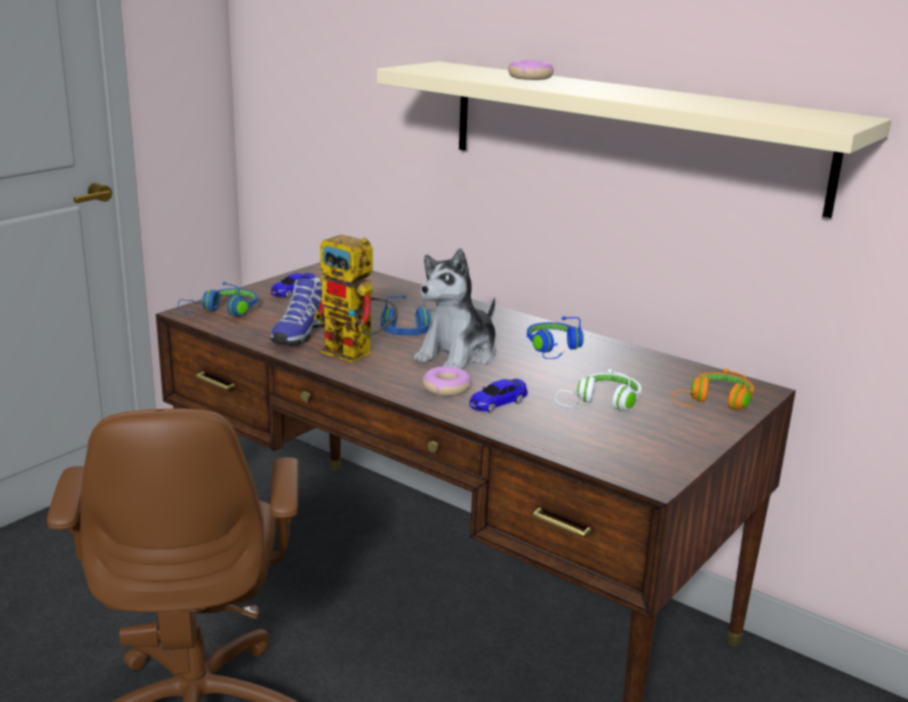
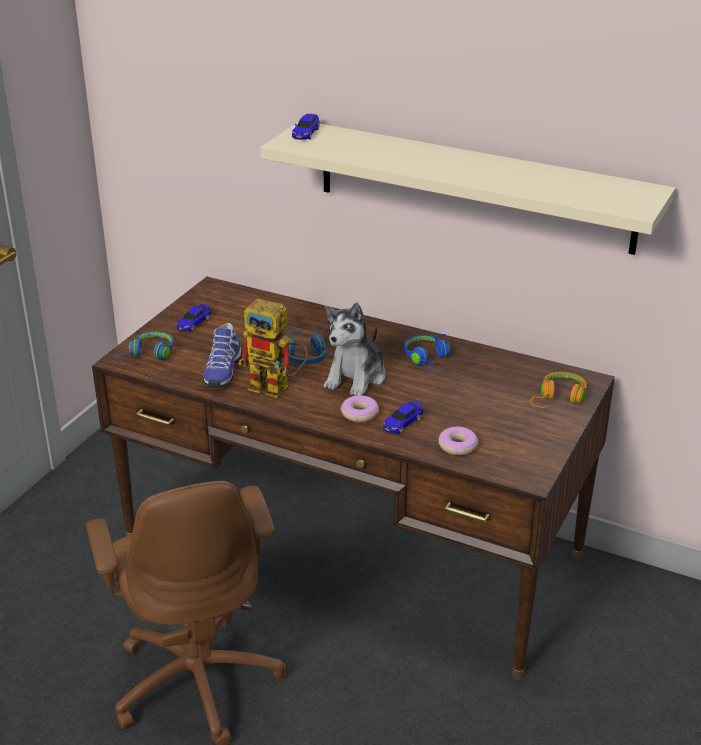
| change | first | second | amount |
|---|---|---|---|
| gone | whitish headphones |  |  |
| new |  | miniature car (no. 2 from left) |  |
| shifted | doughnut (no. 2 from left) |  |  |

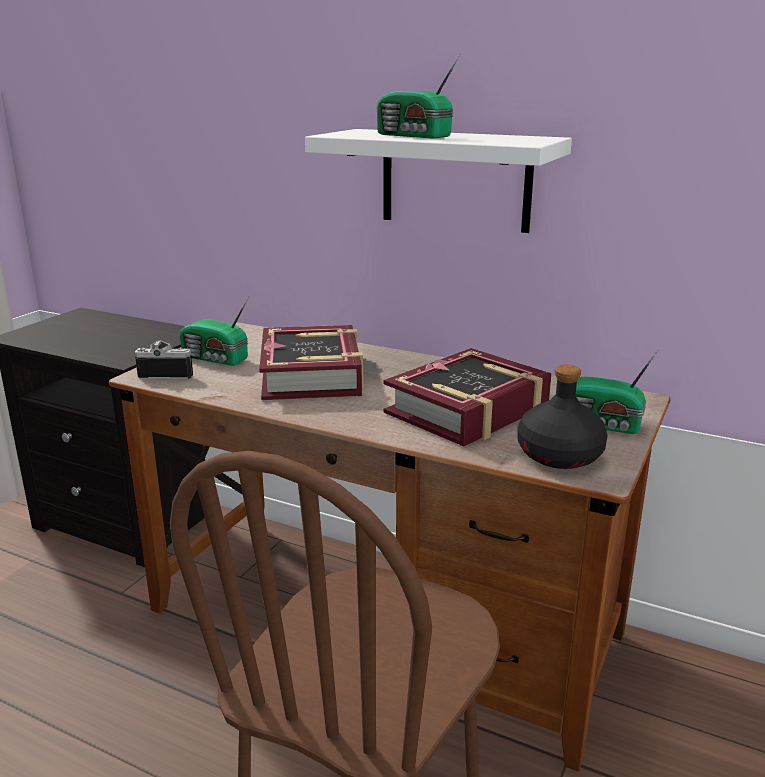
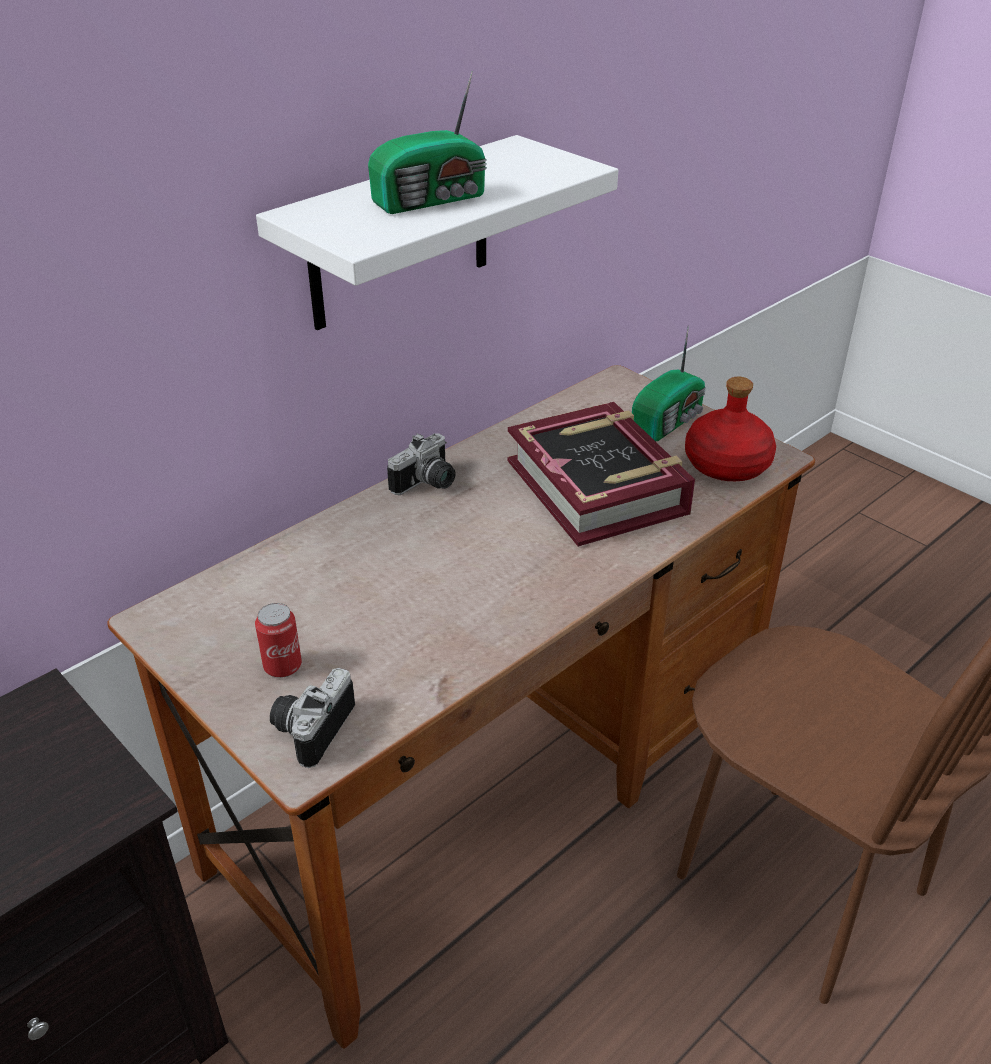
| change | first | second | amount |
|---|---|---|---|
| gone | volume (no. 1 from left) |  |  |
| new |  | photo camera (no. 2 from left) |  |
| swapped | radio (no. 1 from left) | can |  |
| repainted | blackish beverage bottle | red-coloured beverage bottle |  |

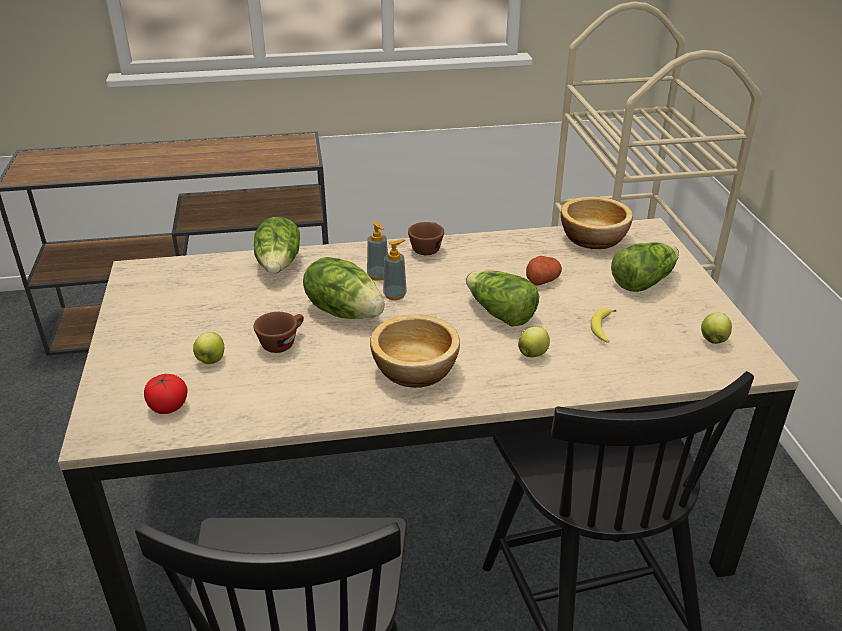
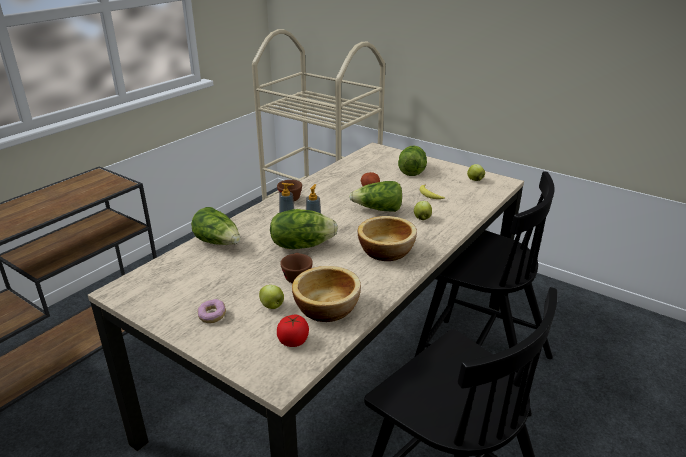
| change | first | second | amount |
|---|---|---|---|
| new |  | doughnut |  |
| shifted | deep dish (no. 2 from left in the first image) | deep dish (no. 1 from left) |  |

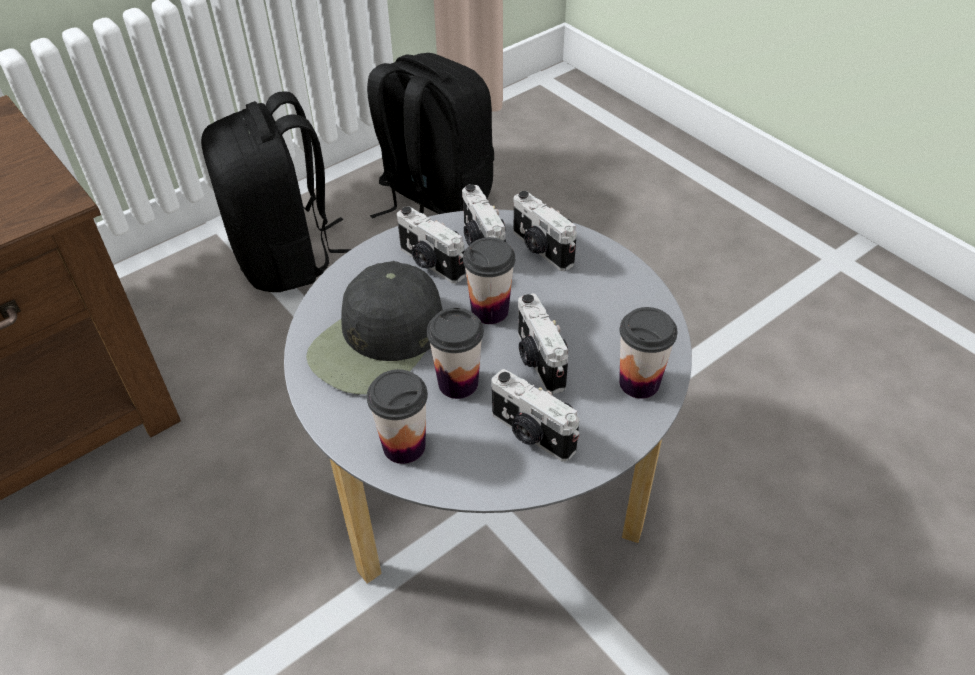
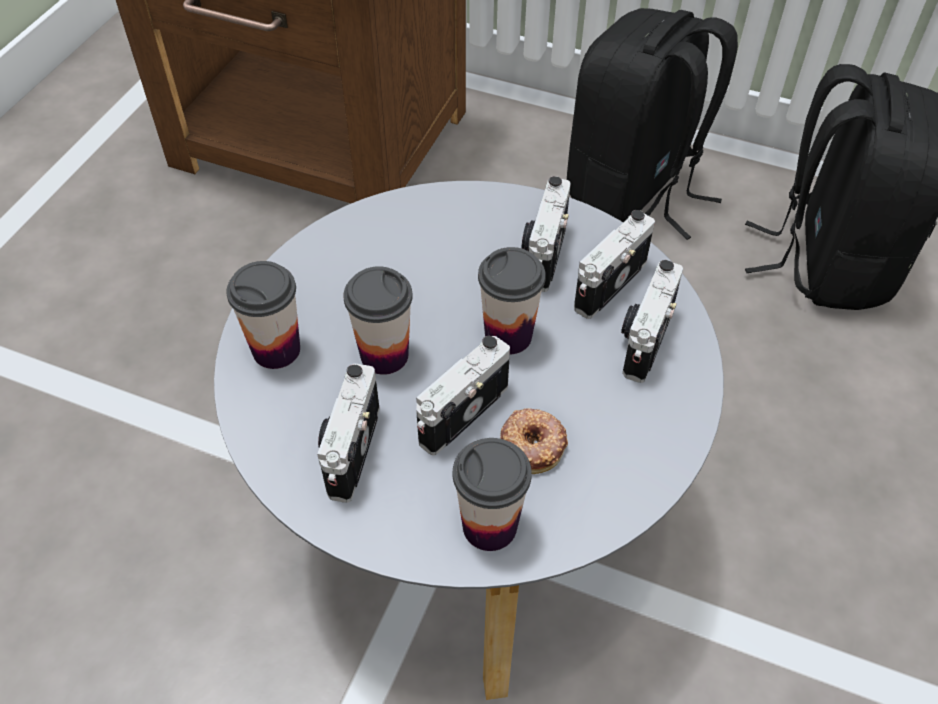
| change | first | second | amount |
|---|---|---|---|
| gone | blackish cap |  |  |
| new |  | doughnut |  |

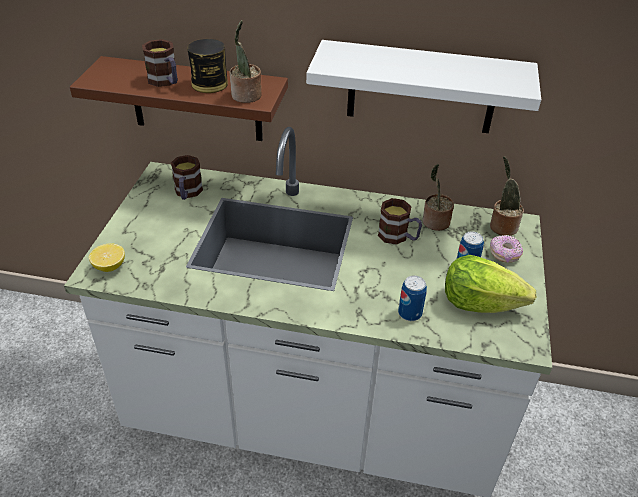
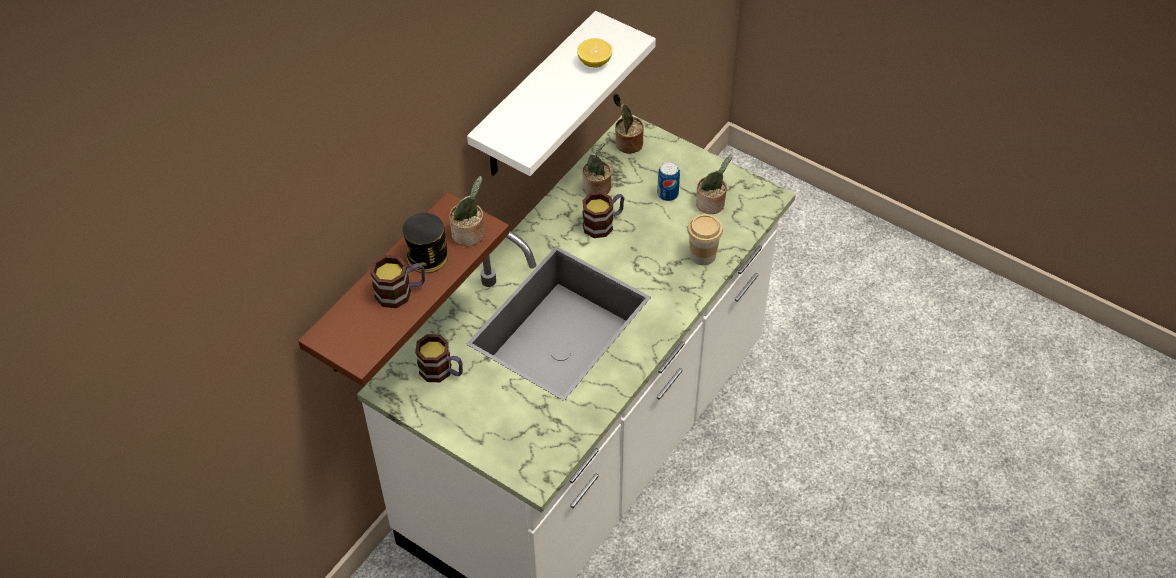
| change | first | second | amount |
|---|---|---|---|
| gone | doughnut |  |  |
| shifted | citrus fruit |  |  |
| swapped | can (no. 2 from left) | drinking cup |  |
| swapped | lettuce | potted plant (no. 4 from left) |  |

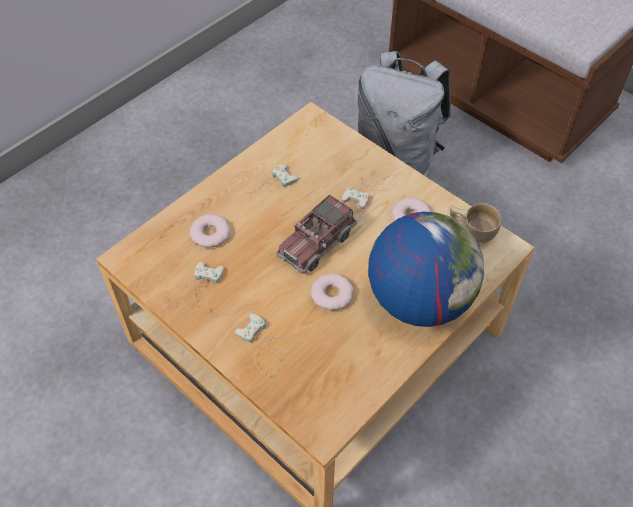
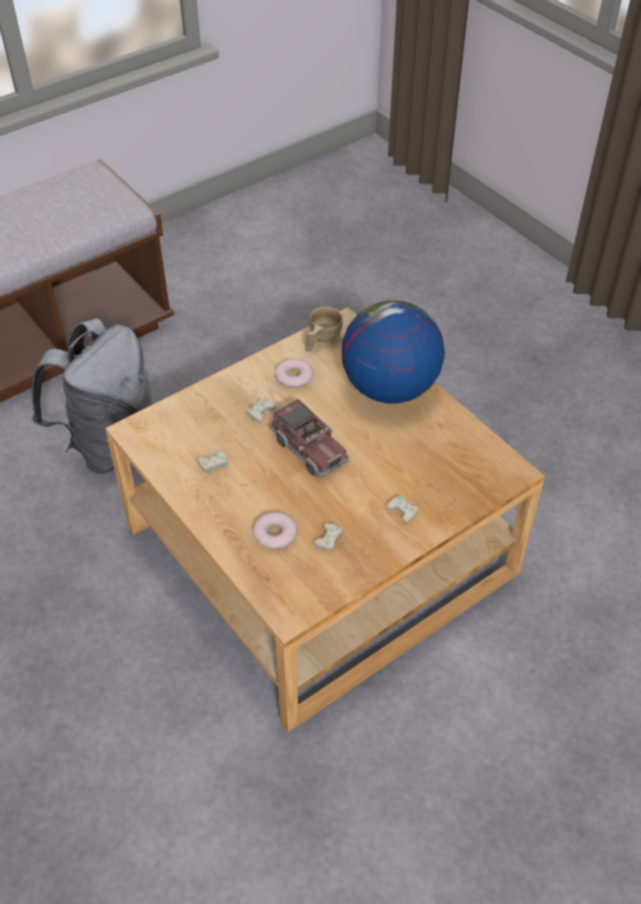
| change | first | second | amount |
|---|---|---|---|
| gone | doughnut (no. 2 from left) |  |  |

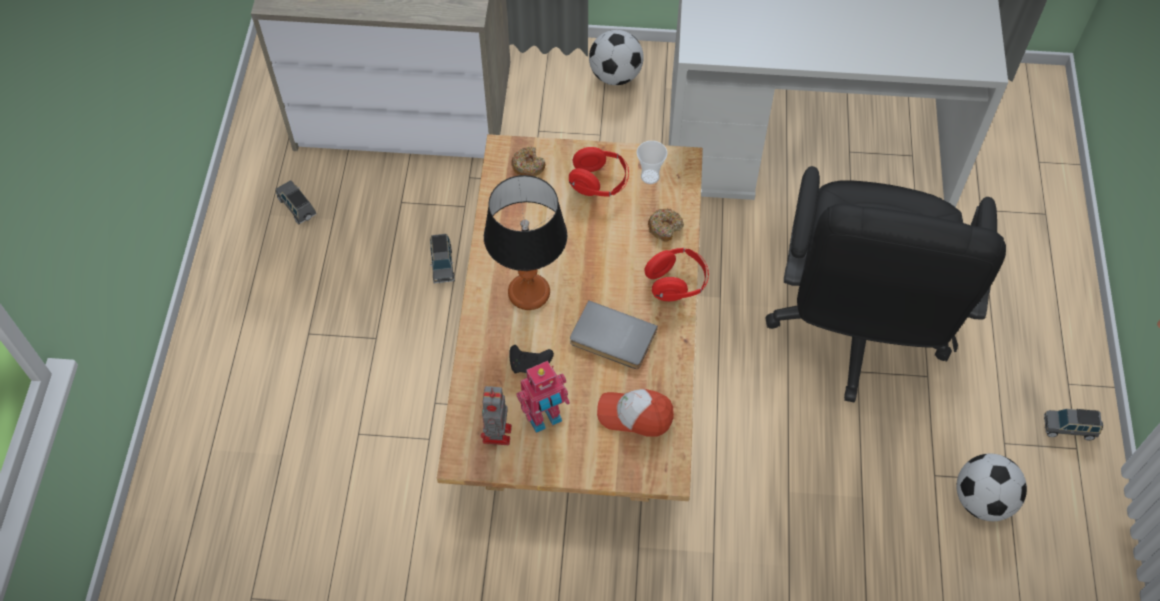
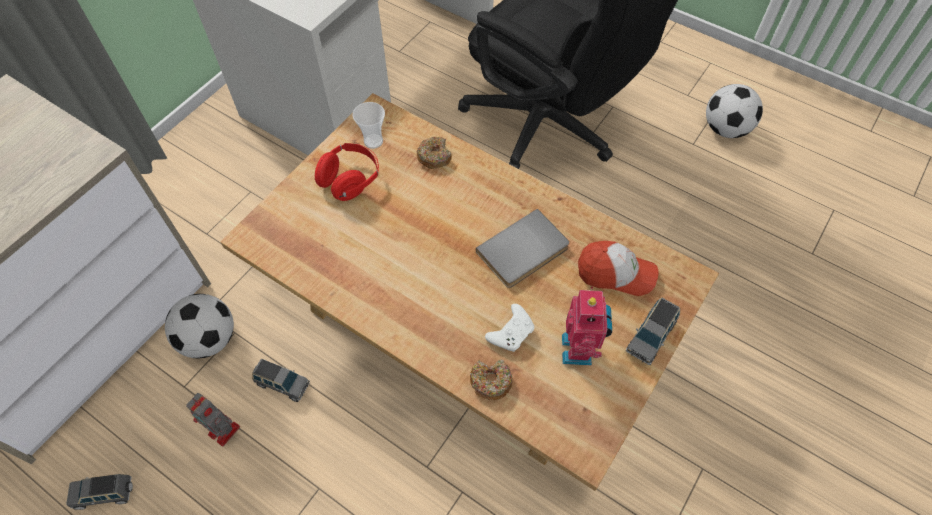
| change | first | second | amount |
|---|---|---|---|
| gone | table lamp |  |  |
| gone | red-coloured headphones (no. 2 from left) |  |  |
| shifted | toy robot (no. 1 from left) |  |  |
| shifted | doughnut (no. 1 from left in the first image) | doughnut (no. 2 from left) |  |
| shifted | football ball (no. 1 from left) |  |  |
| shifted | gray miniature car (no. 3 from left) |  |  |
| repainted | blackish gamepad | whitish gamepad |  |
| rotated | cap |  | 120 degrees counterclockwise |

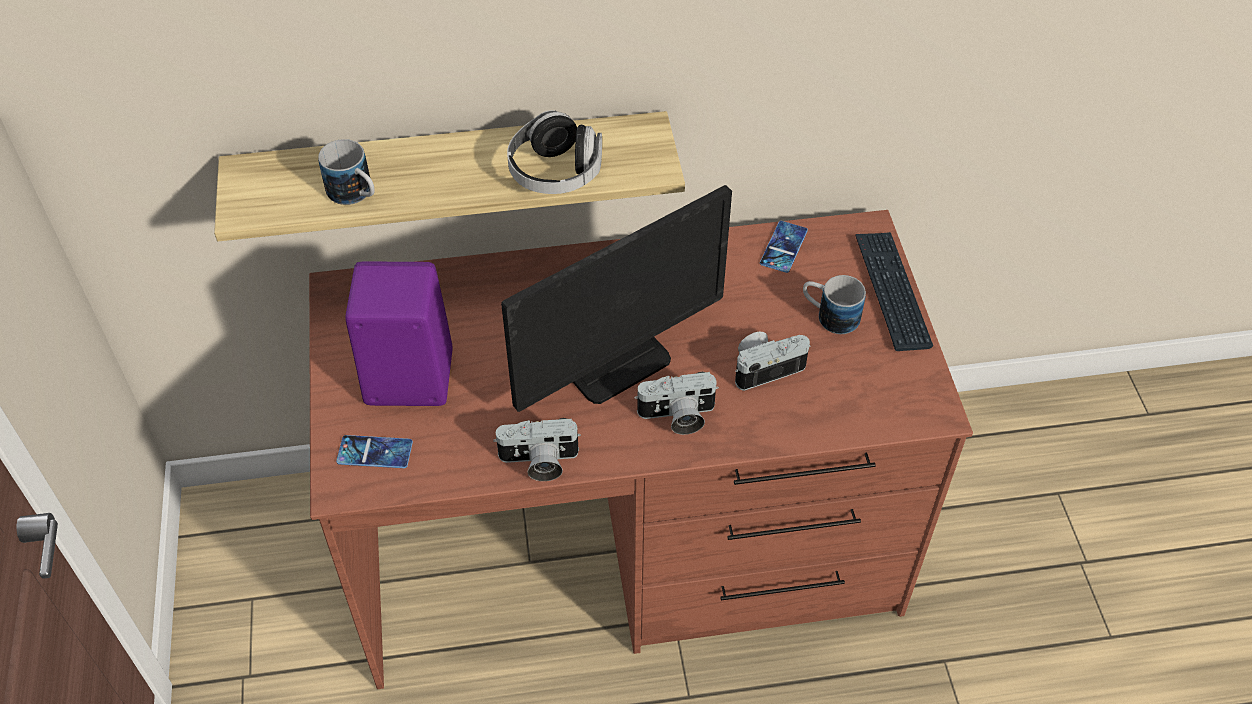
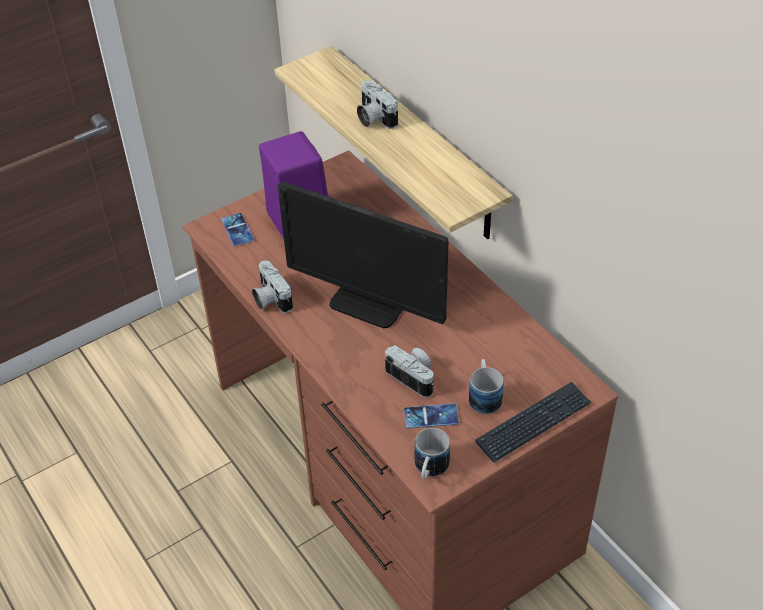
| change | first | second | amount |
|---|---|---|---|
| gone | headphones |  |  |
| shifted | tea mug (no. 1 from left) |  |  |
| shifted | photo camera (no. 2 from left) |  |  |
| shifted | phone (no. 2 from left) |  |  |

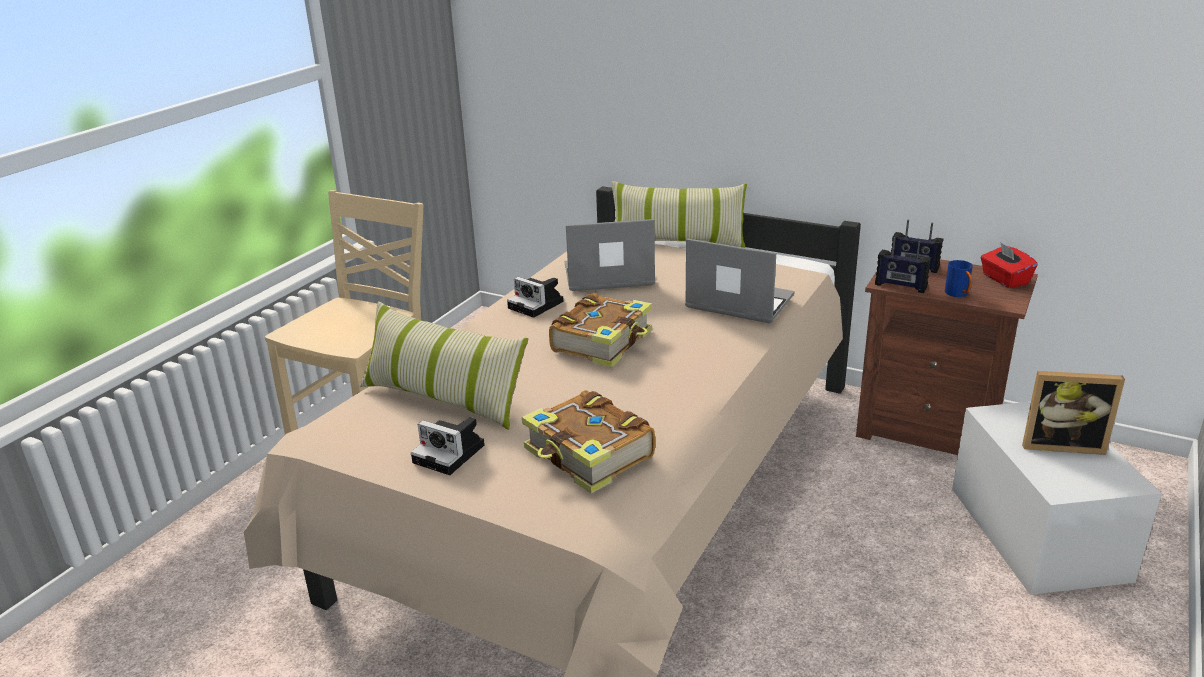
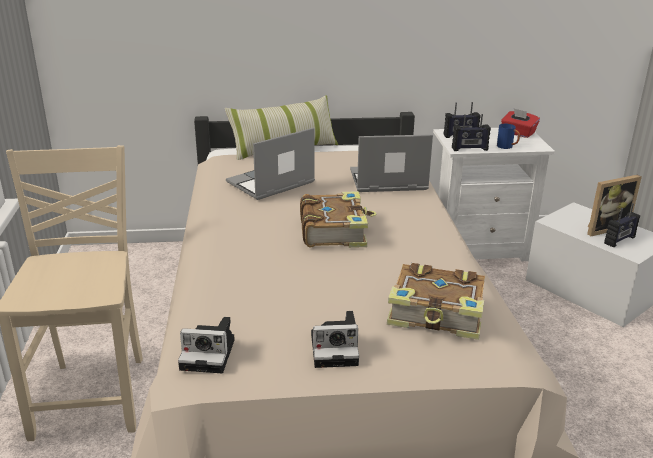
| change | first | second | amount |
|---|---|---|---|
| gone | pillow (no. 1 from left) |  |  |
| new |  | radio (no. 3 from left) |  |
| shifted | photo camera (no. 2 from left in the first image) | photo camera (no. 1 from left) |  |
| repainted | brownish night table | whitish night table |  |

